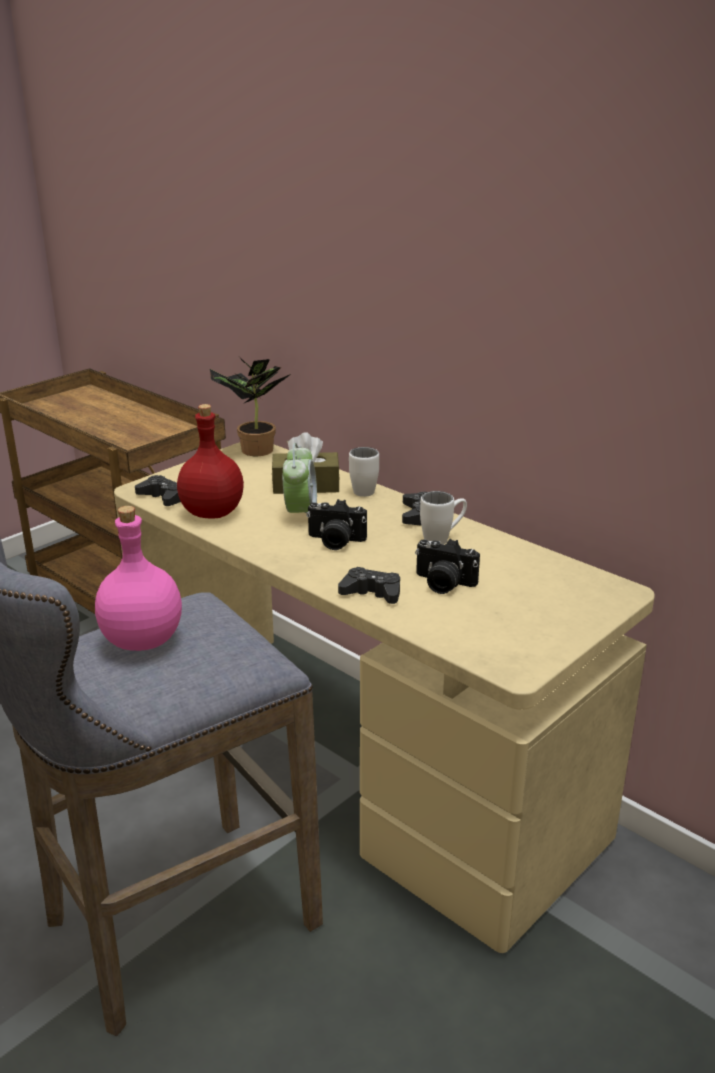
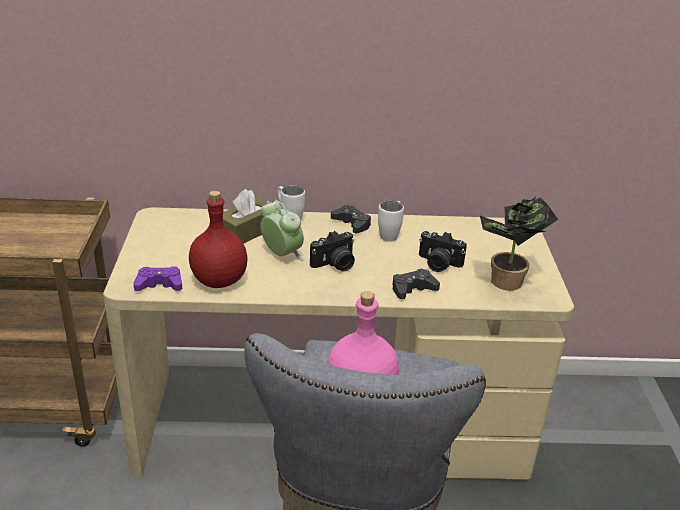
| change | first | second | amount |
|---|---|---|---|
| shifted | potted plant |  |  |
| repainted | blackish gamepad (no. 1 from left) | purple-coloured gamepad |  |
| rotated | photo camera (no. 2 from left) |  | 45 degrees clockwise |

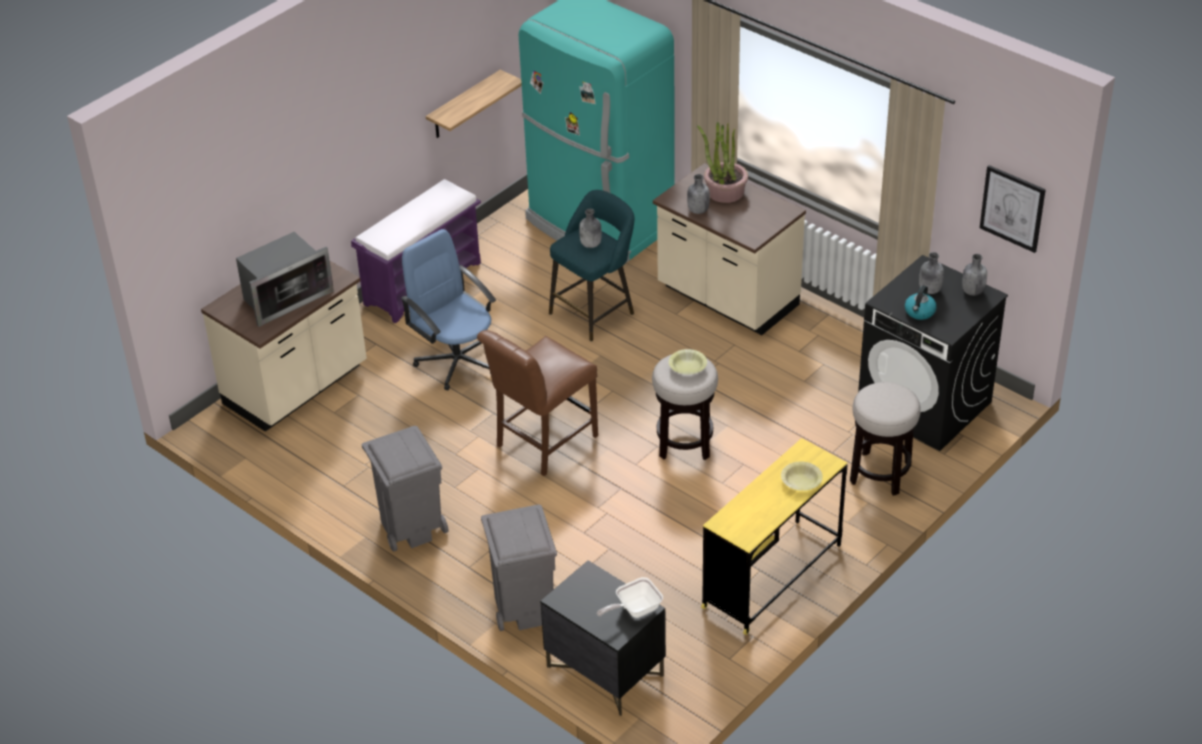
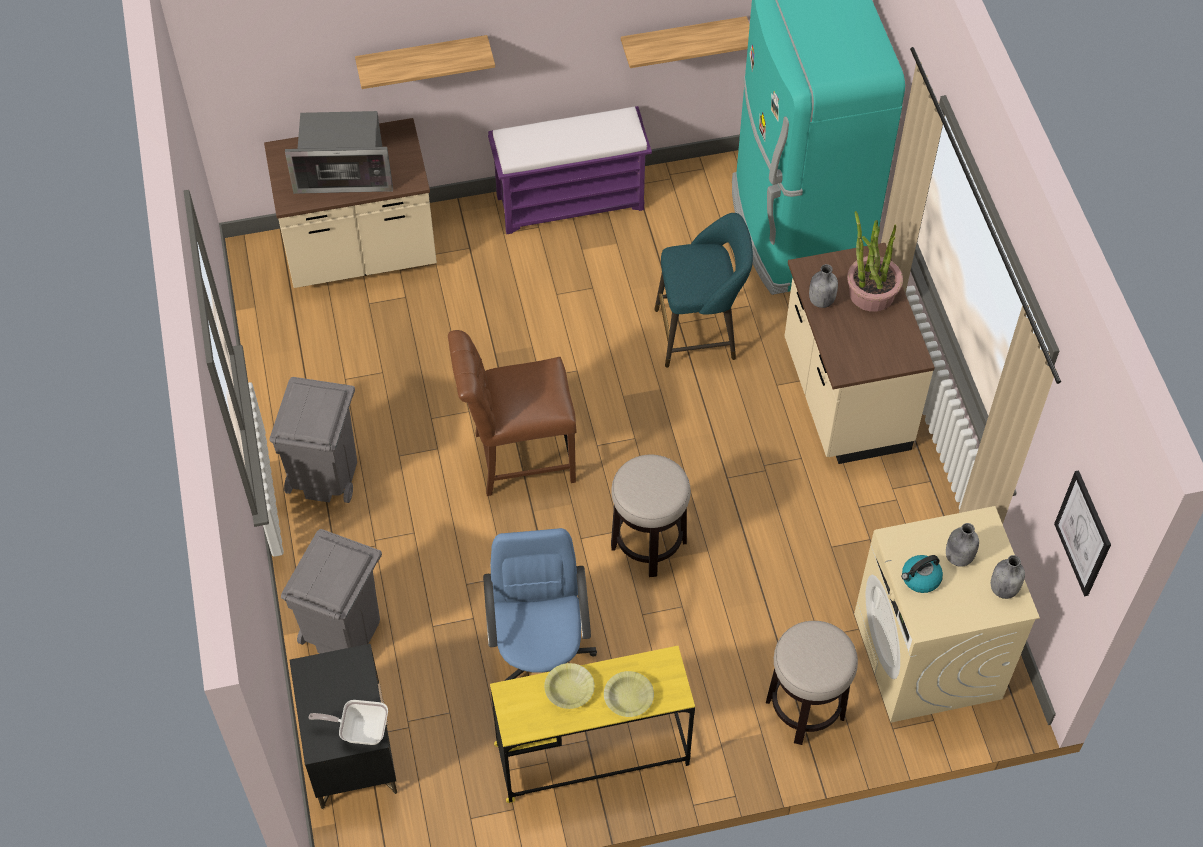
| change | first | second | amount |
|---|---|---|---|
| gone | gray beverage bottle (no. 1 from left) |  |  |
| new |  | wall shelf (no. 1 from left) |  |
| shifted | blue-coloured office chair |  |  |
| shifted | yellowish deep dish (no. 1 from left) |  |  |
| repainted | blackish laundry machine | beige laundry machine |  |

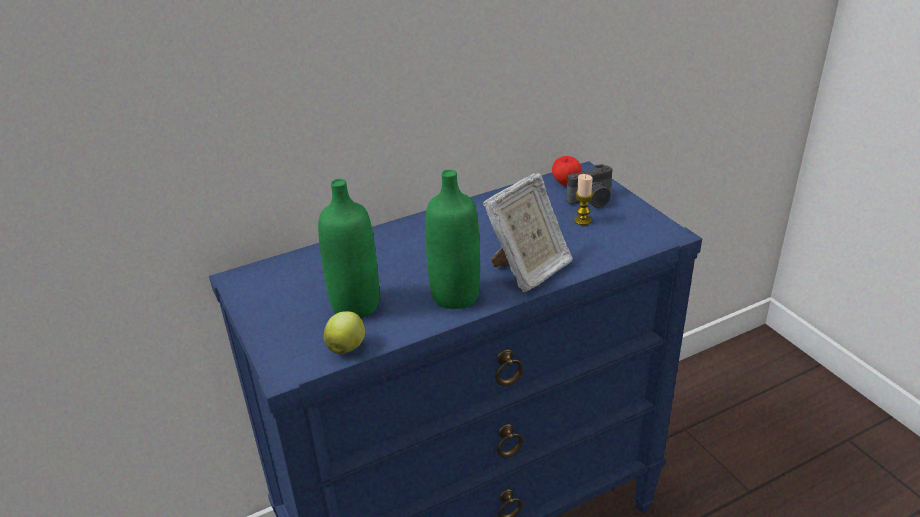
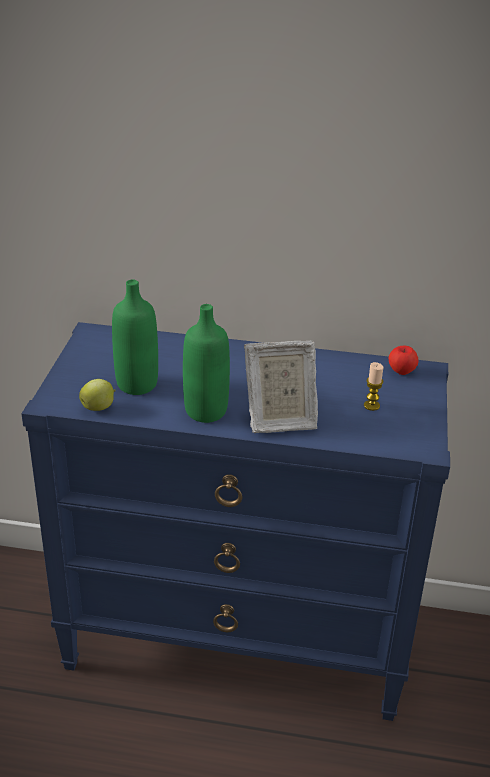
| change | first | second | amount |
|---|---|---|---|
| gone | photo camera |  |  |

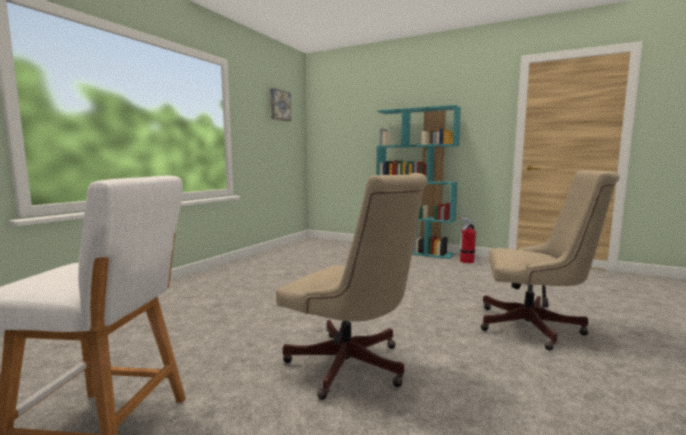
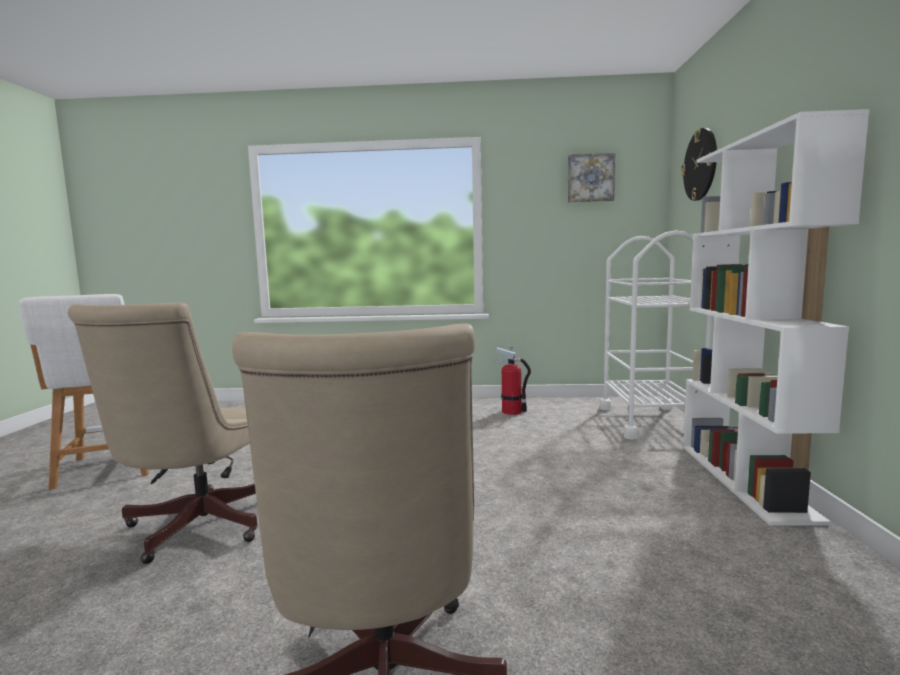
| change | first | second | amount |
|---|---|---|---|
| new |  | whitish wheeled cart |  |
| new |  | wall clock |  |
| shifted | fire extinguisher |  |  |
| repainted | turquoise-coloured bookcase | whitish bookcase |  |

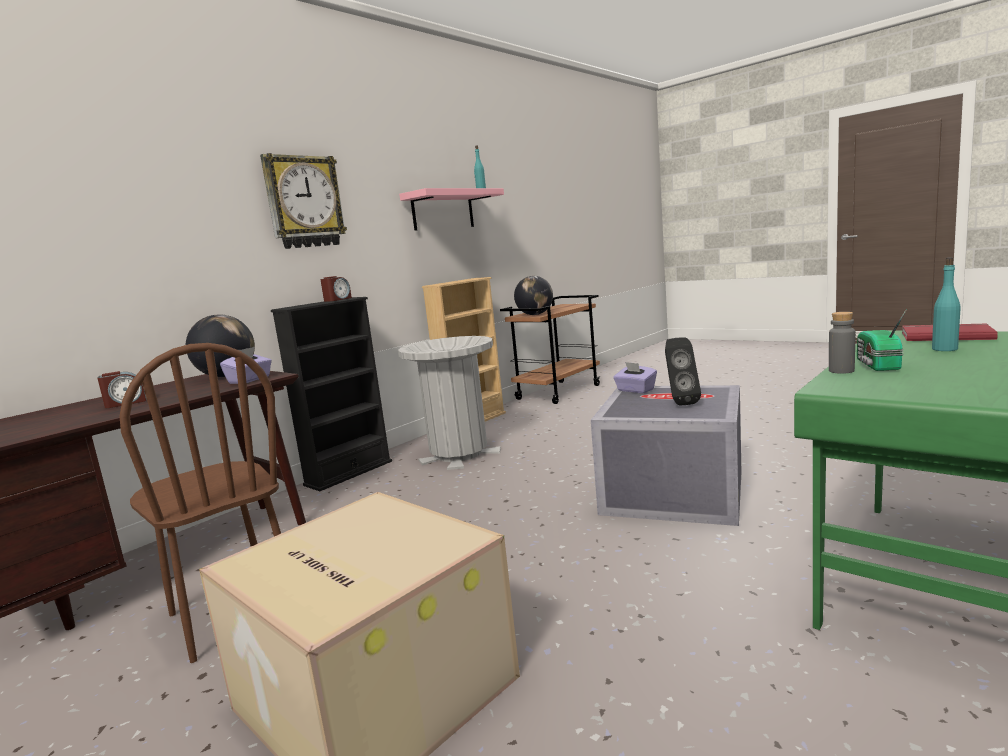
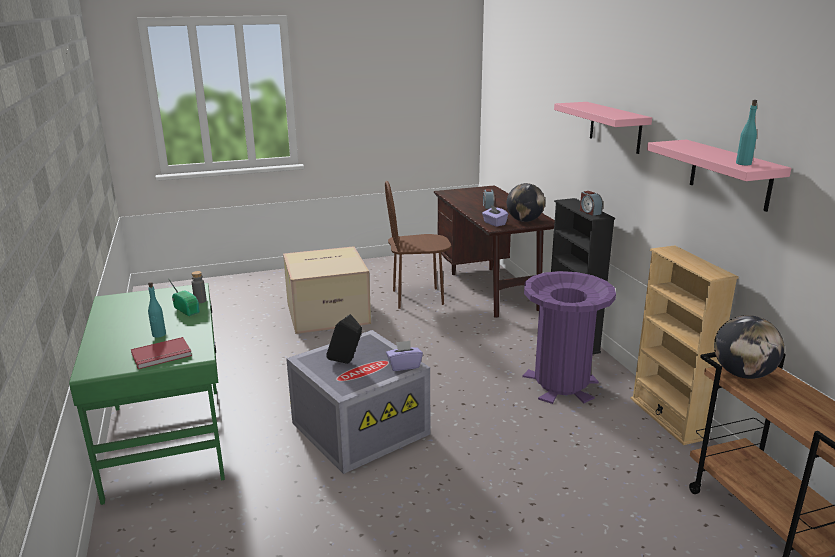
| change | first | second | amount |
|---|---|---|---|
| swapped | wall clock | pink wall shelf (no. 1 from left) |  |
| repainted | gray rubbish bin | purple-coloured rubbish bin |  |

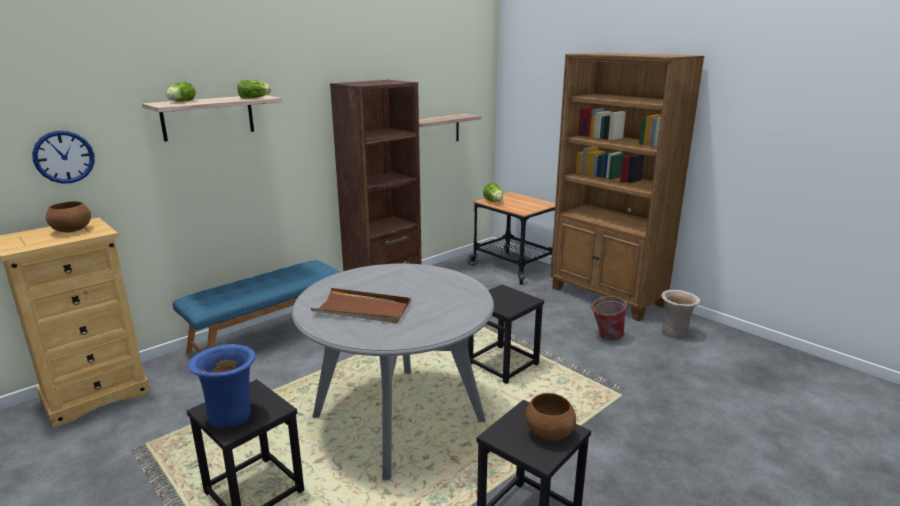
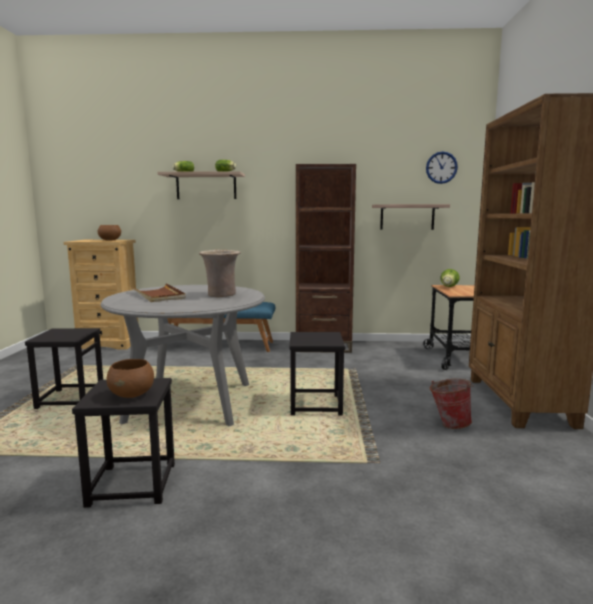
| change | first | second | amount |
|---|---|---|---|
| gone | blue-coloured decorative vase |  |  |
| shifted | wall clock |  |  |
| shifted | beige decorative vase |  |  |

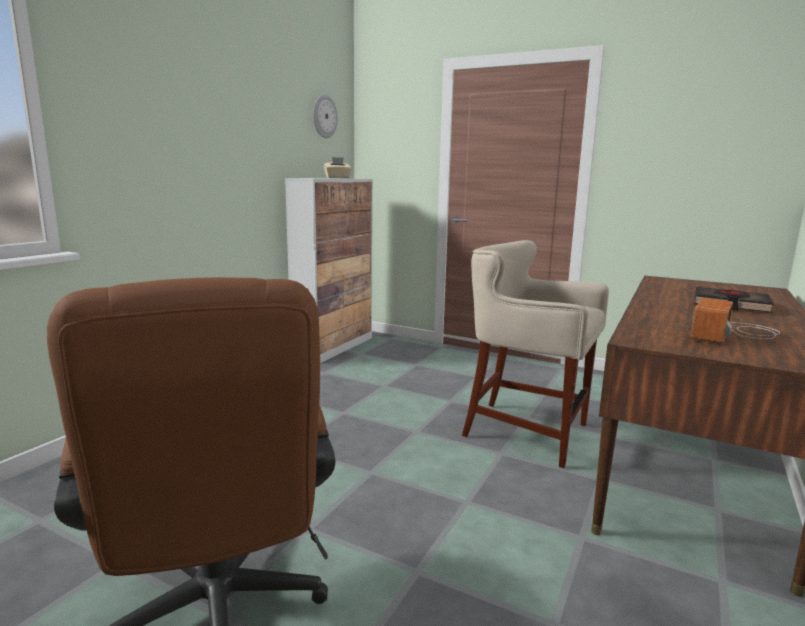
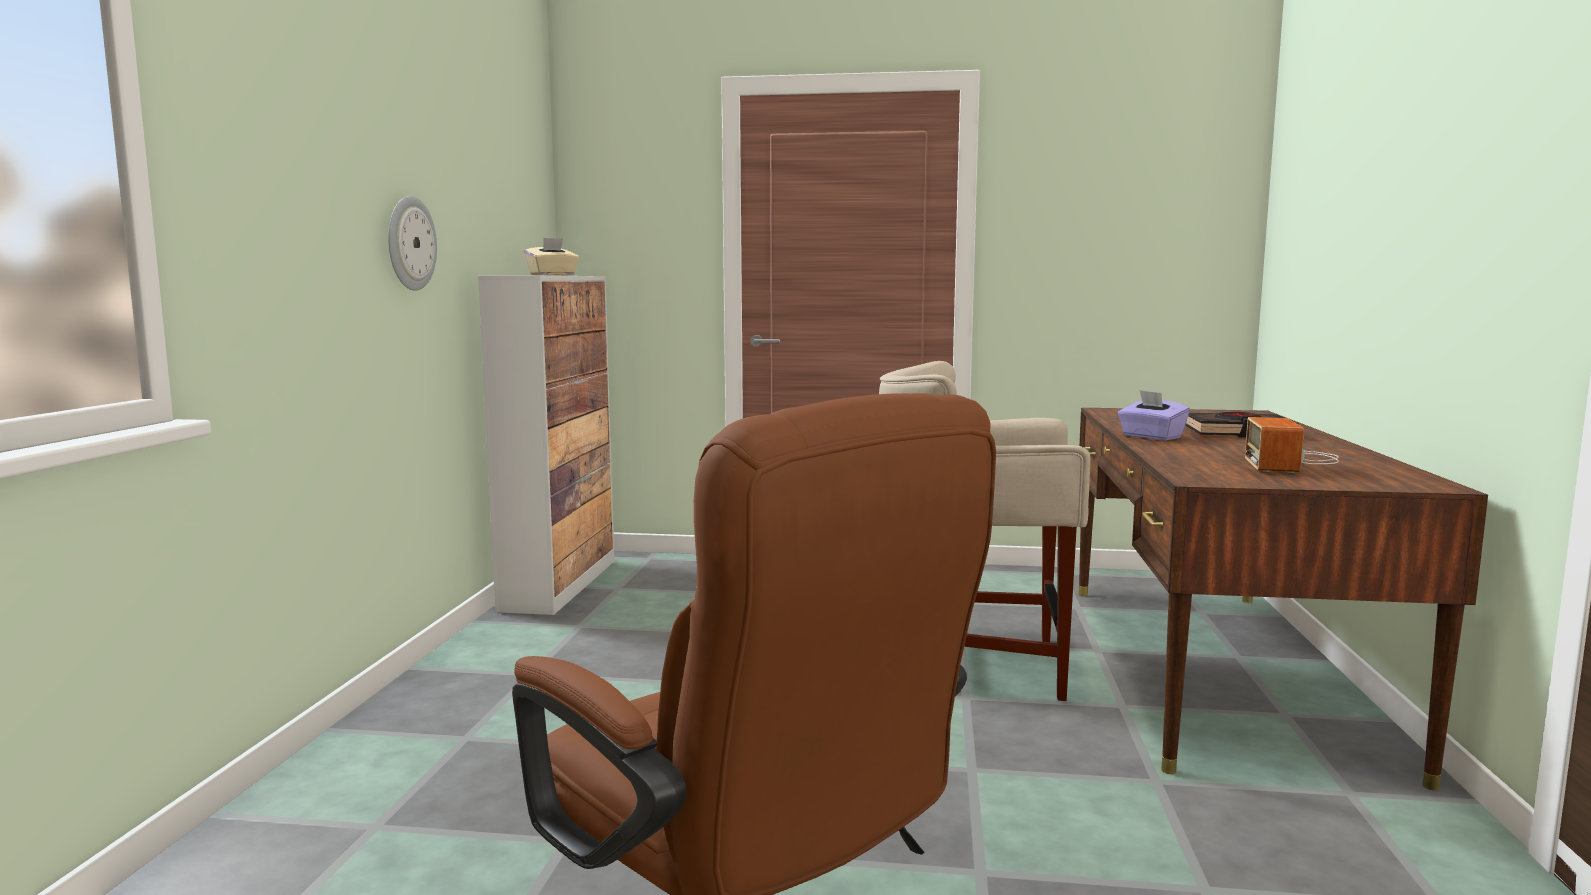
| change | first | second | amount |
|---|---|---|---|
| new |  | purple-coloured box of tissues |  |
| shifted | wall clock |  |  |

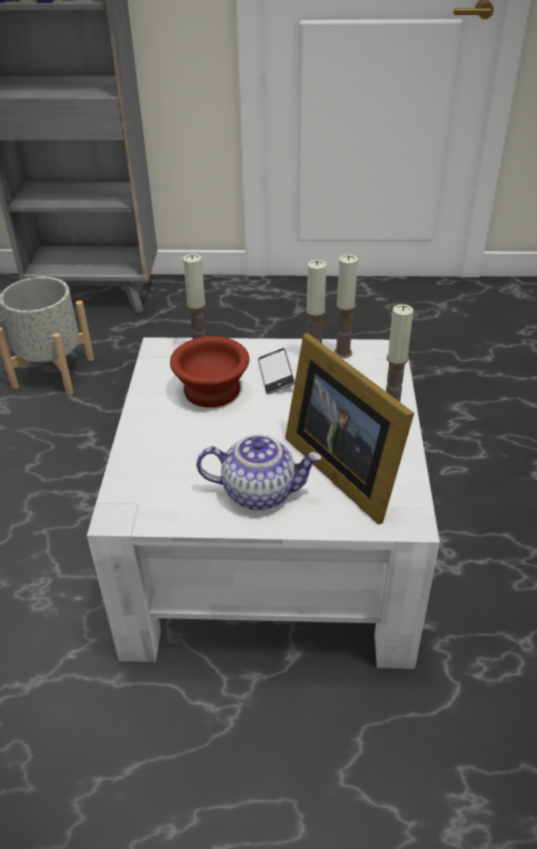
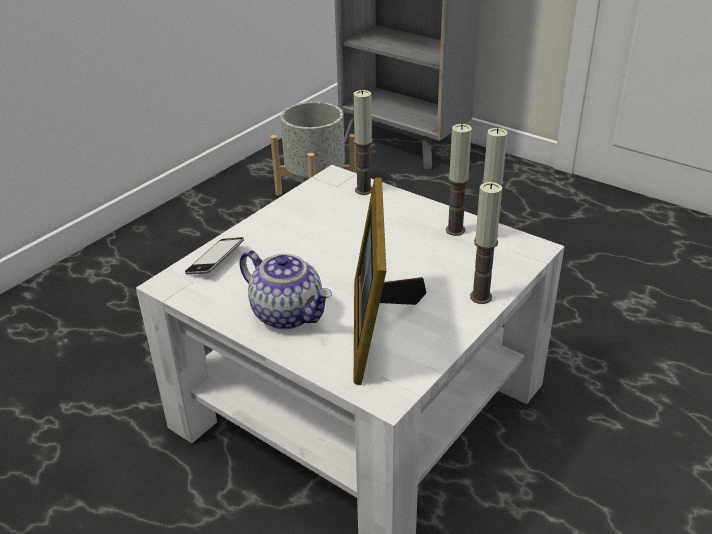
| change | first | second | amount |
|---|---|---|---|
| gone | brownish deep dish |  |  |
| shifted | phone |  |  |

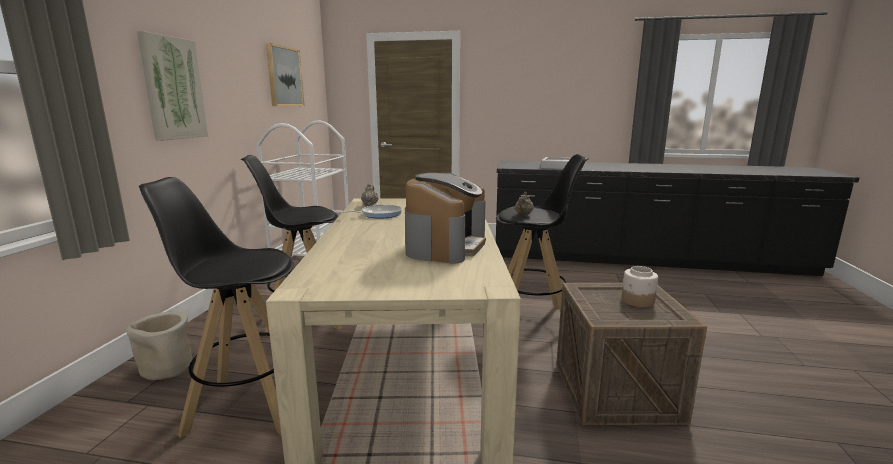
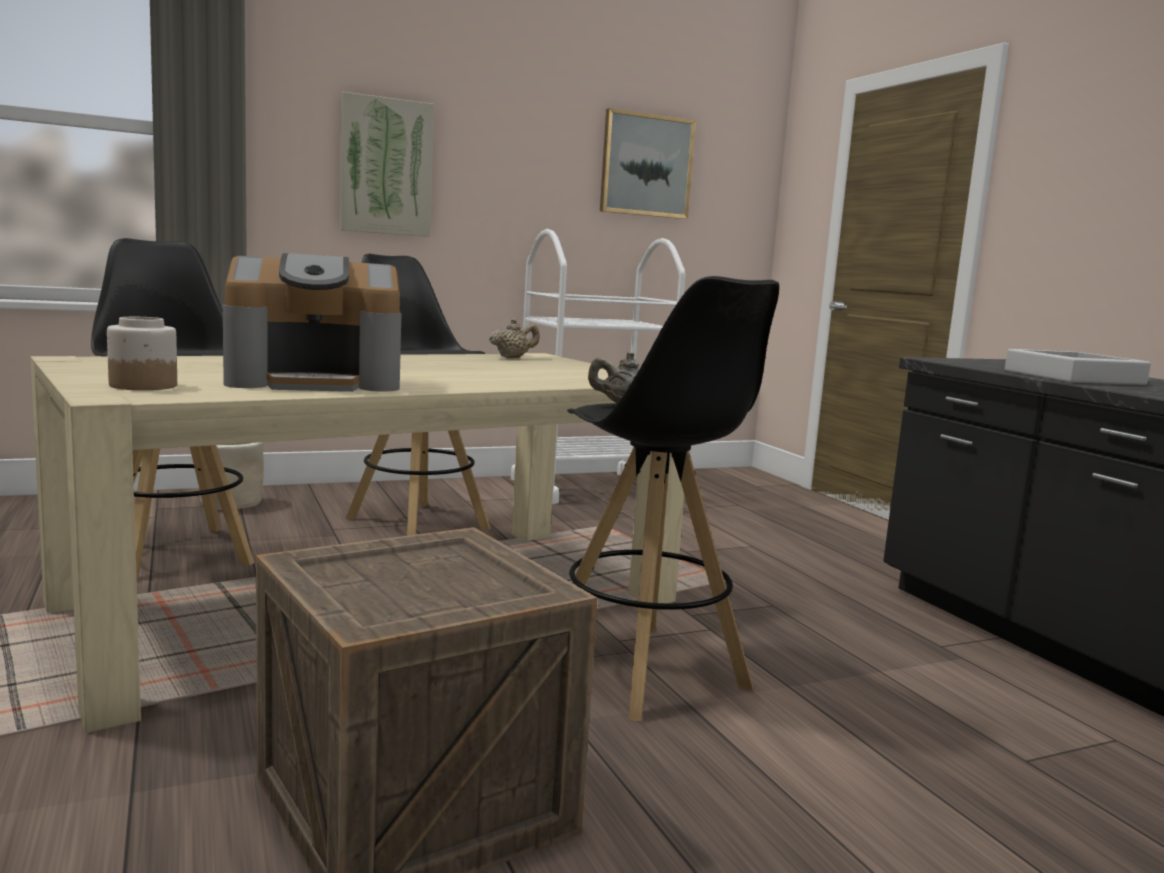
| change | first | second | amount |
|---|---|---|---|
| gone | frying pan |  |  |
| shifted | preserve jar |  |  |

